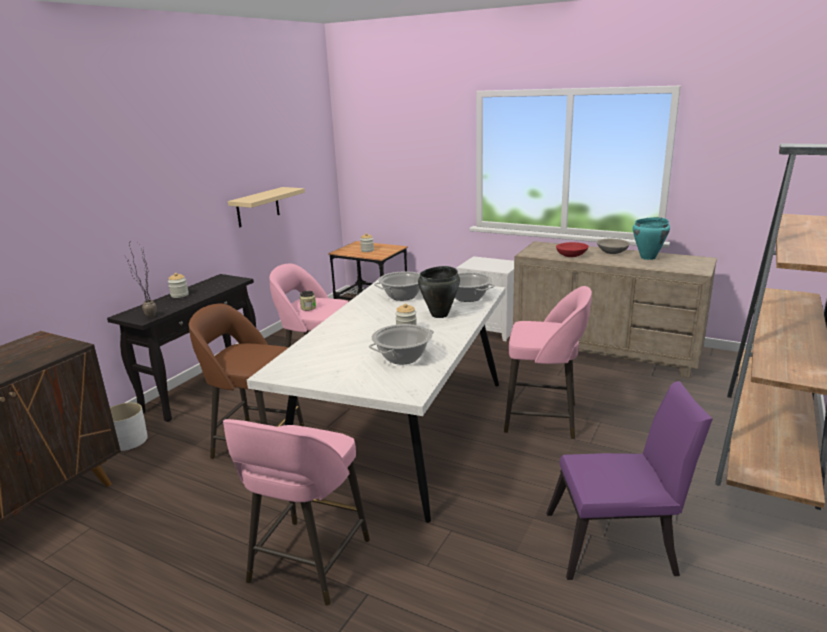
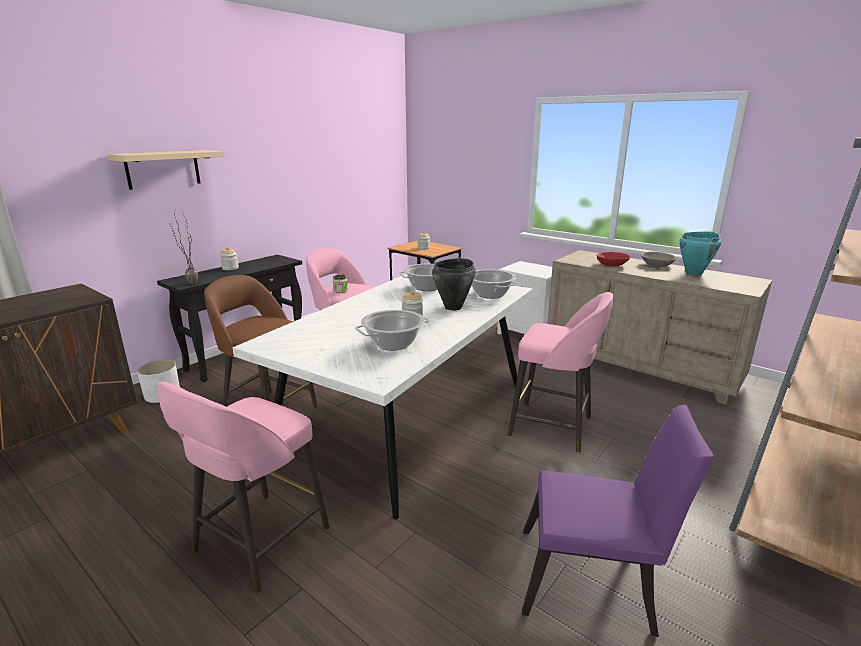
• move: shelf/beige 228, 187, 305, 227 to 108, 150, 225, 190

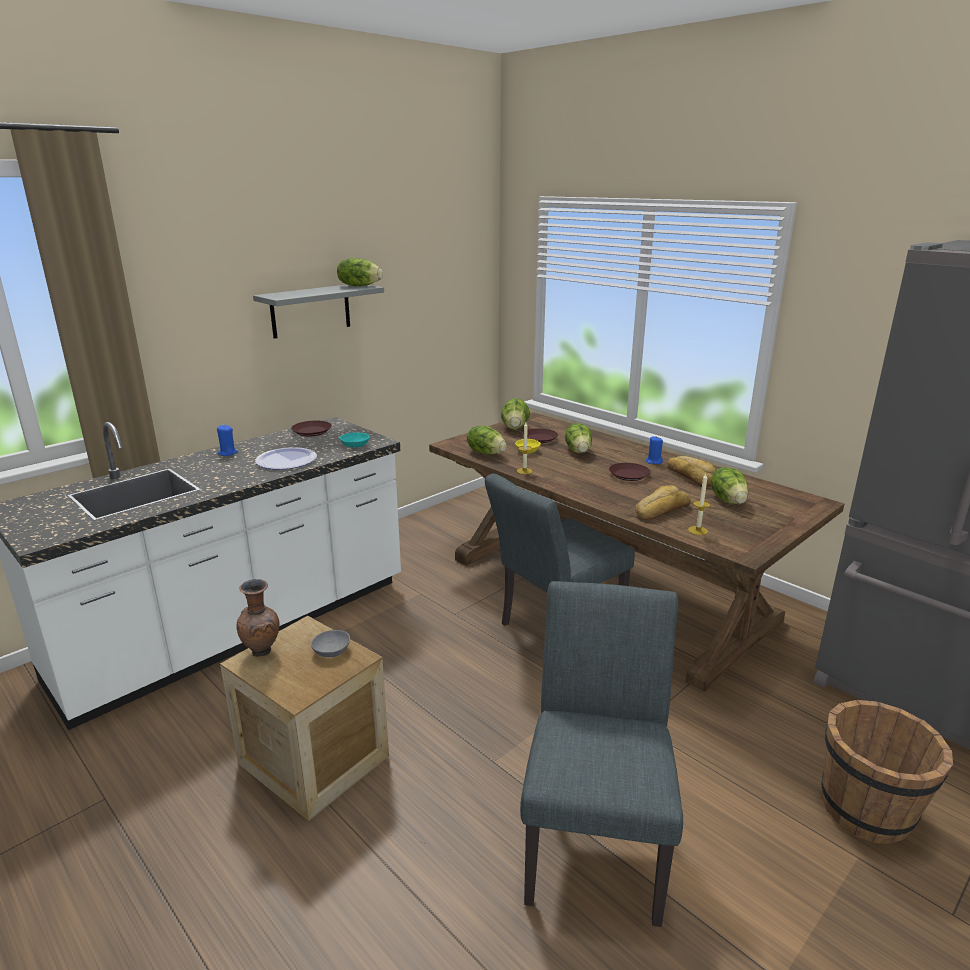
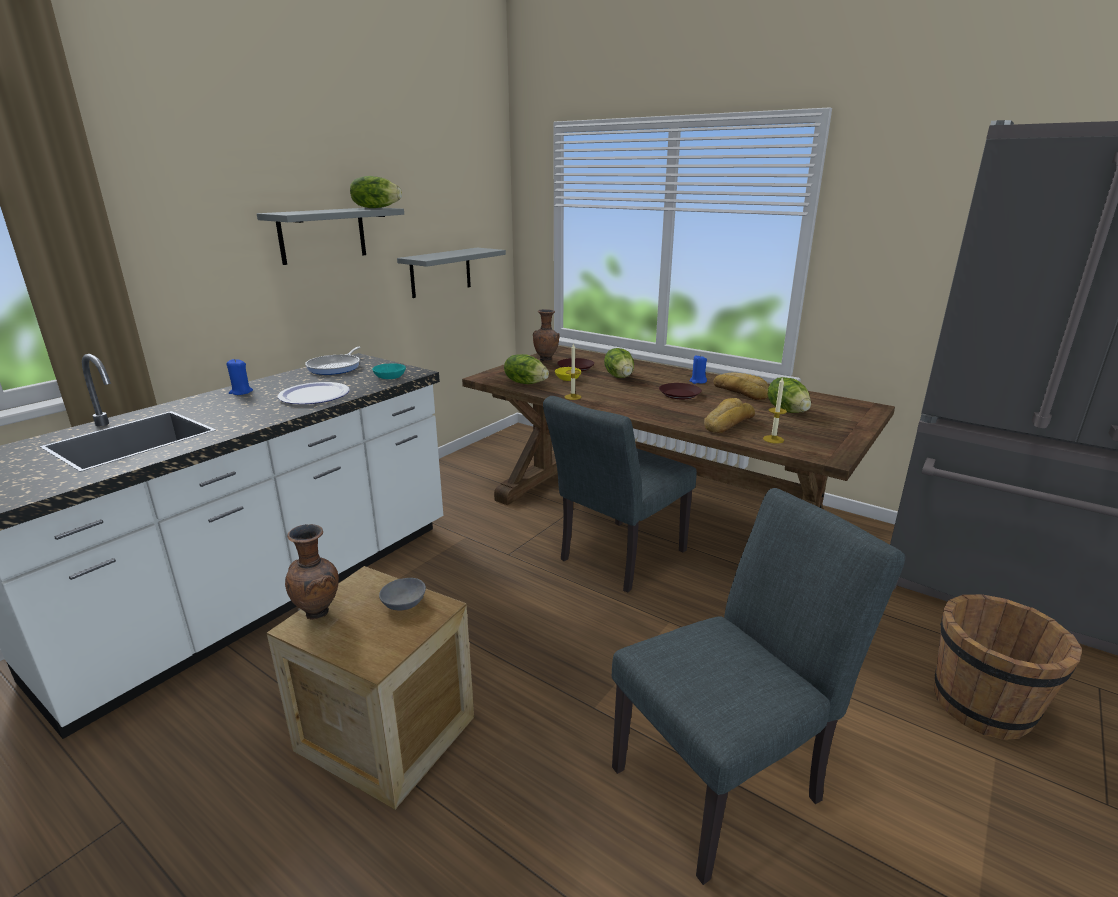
• replace: plate/brown 291, 421, 332, 437 to frying pan 305, 347, 361, 375
• replace: lettuce 501, 398, 530, 430 to vase/brown 533, 309, 560, 362
• rotate: chair/grey 520, 581, 683, 927 = 612, 488, 905, 885 60 degrees clockwise
• insert: shelf/grey 397, 248, 506, 298

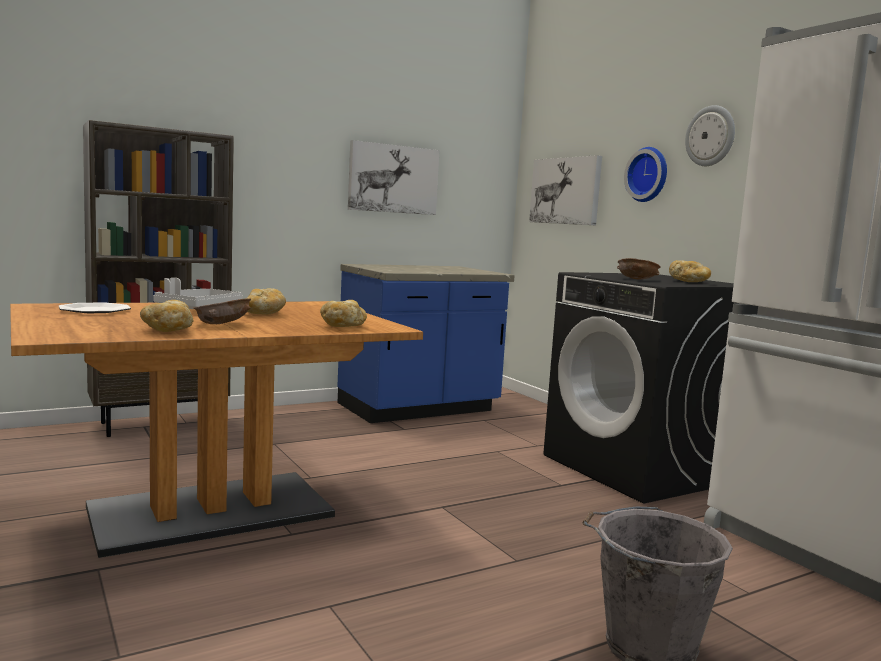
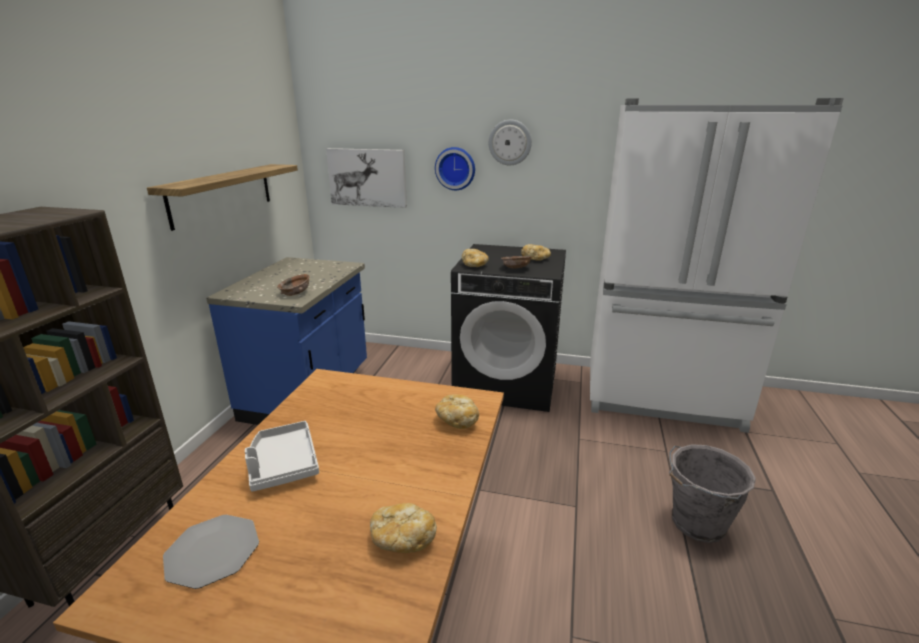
• move: bowl/brown 193, 298, 251, 324 to 277, 274, 310, 296
• move: bread 245, 288, 286, 315 to 462, 249, 489, 267
• replace: picture 348, 140, 440, 215 to shelf 147, 164, 298, 231

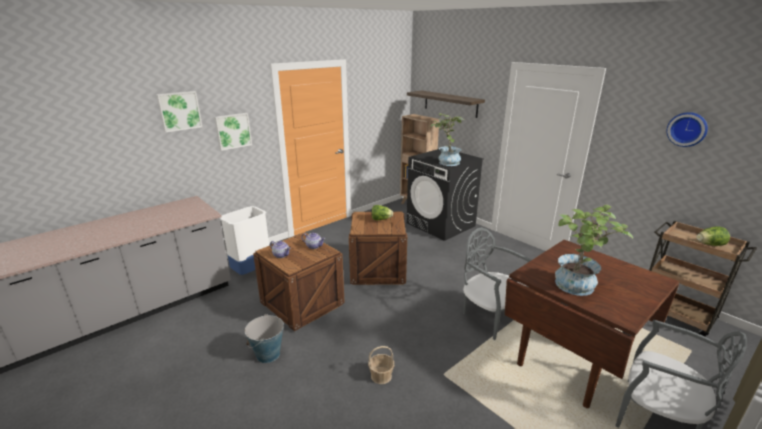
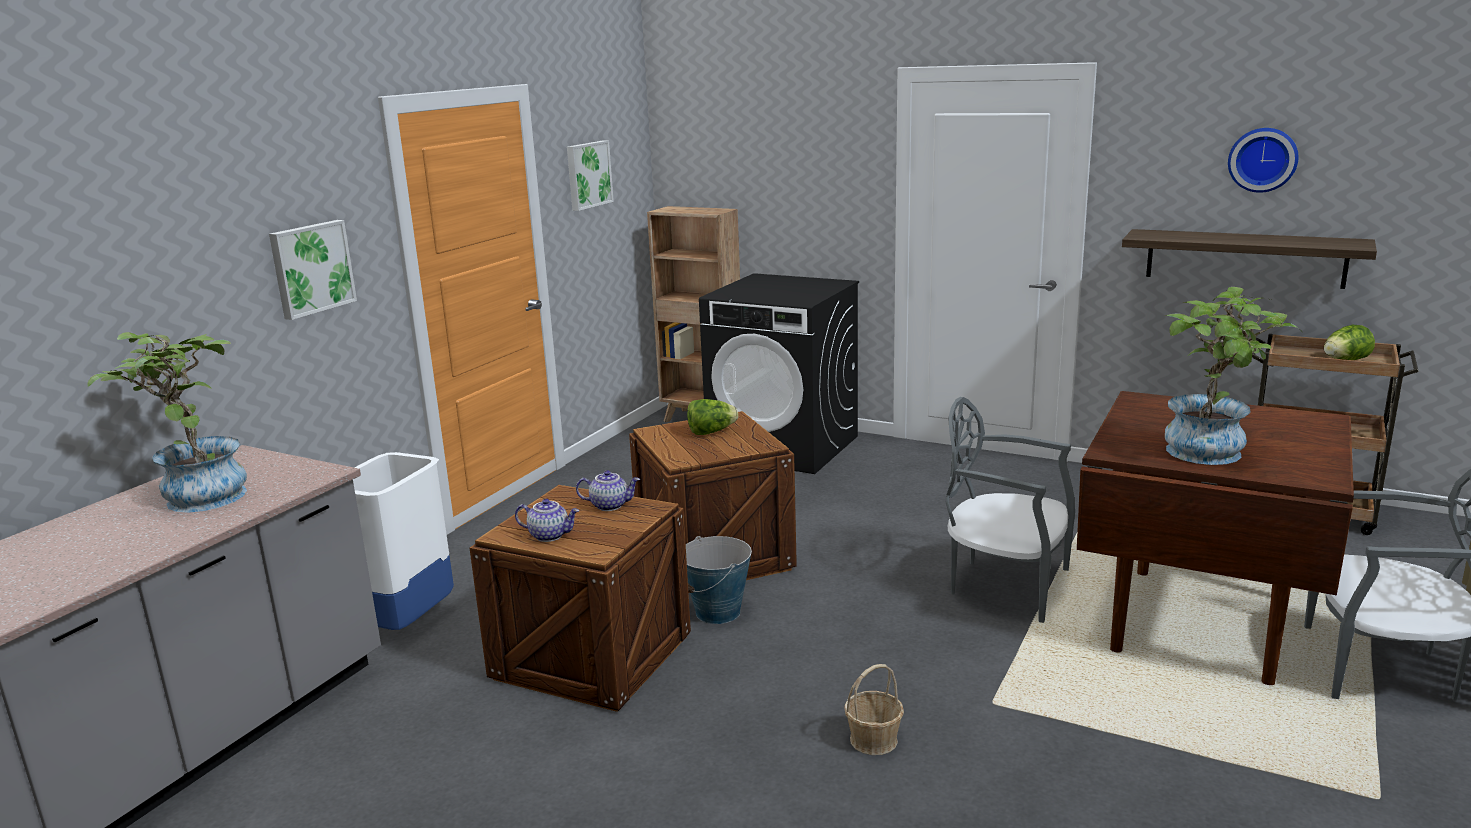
• move: picture 156, 91, 202, 132 to 567, 140, 614, 211
• move: bucket 245, 314, 284, 363 to 686, 536, 752, 624
• move: shelf 407, 91, 485, 118 to 1122, 229, 1377, 289
• move: potted plant 431, 113, 464, 166 to 88, 332, 247, 513

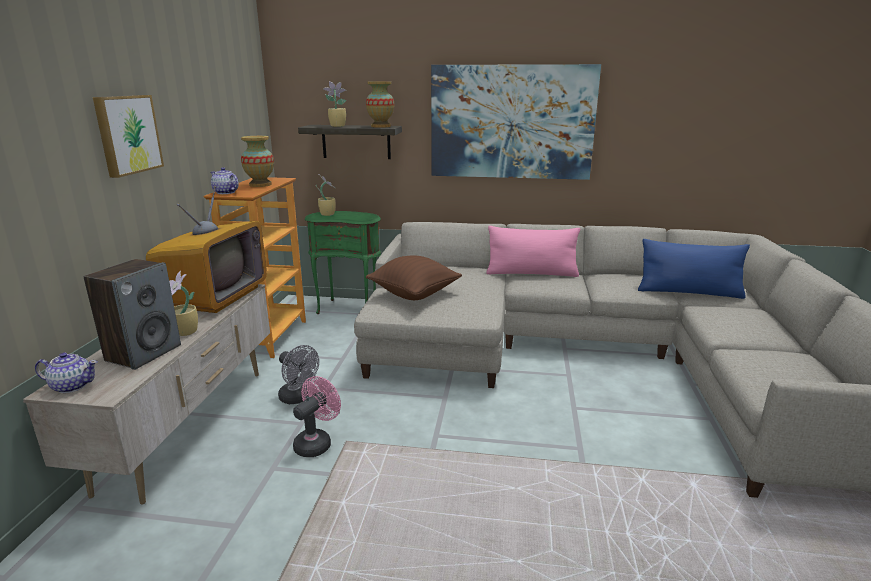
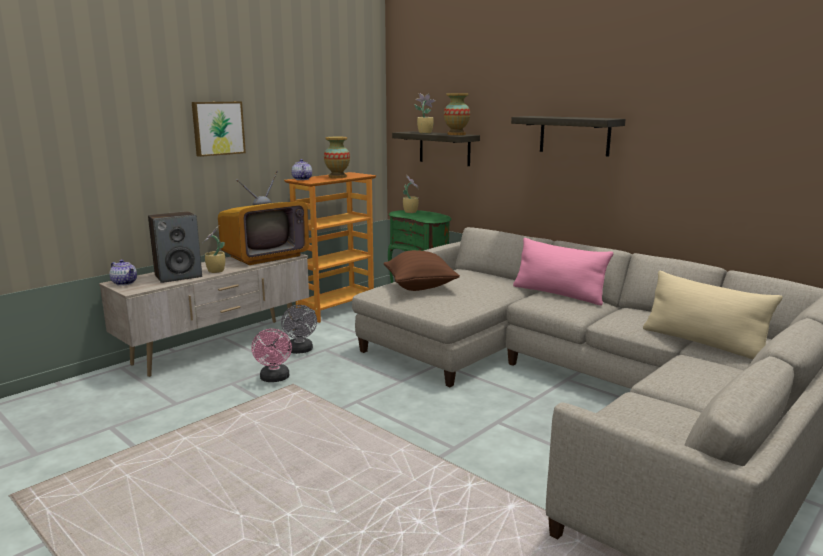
• rotate: fan/pink 293, 376, 341, 457 = 251, 329, 292, 382 105 degrees clockwise
• replace: picture 431, 64, 601, 180 to shelf 511, 116, 626, 157
• recolor: pillow/blue 638, 239, 750, 299 to pillow/beige 643, 270, 783, 359

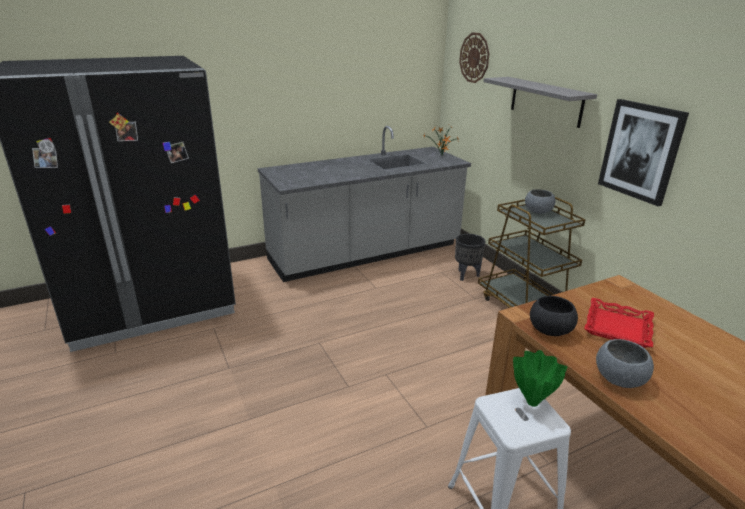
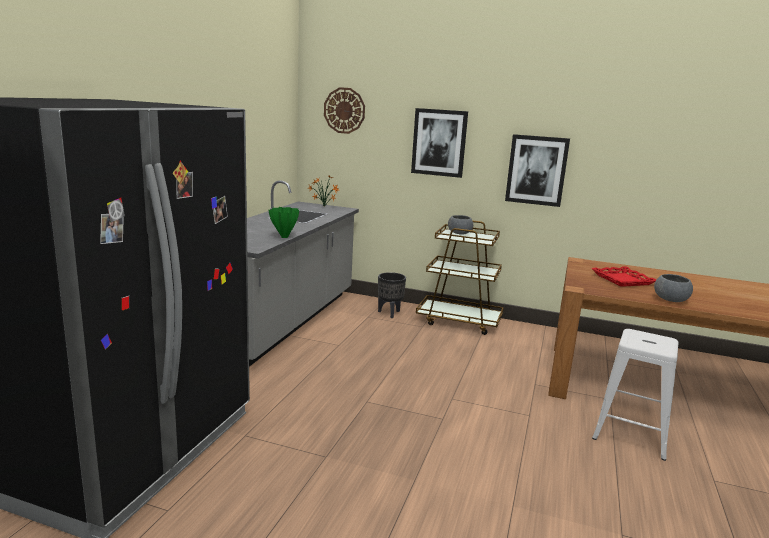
• replace: shelf/grey 484, 77, 597, 128 to picture 411, 108, 468, 178
• move: vase/green 513, 350, 567, 407 to 269, 207, 299, 238
• delete: bowl/black 530, 296, 578, 336

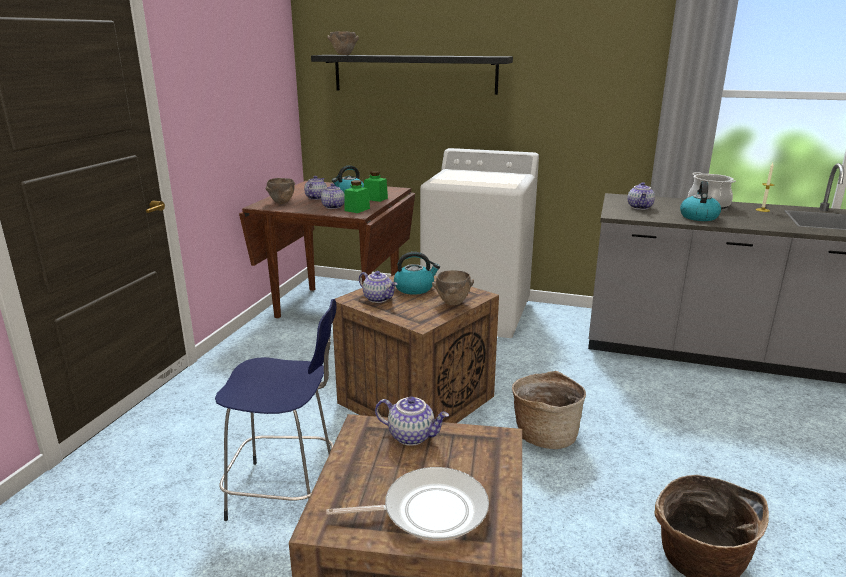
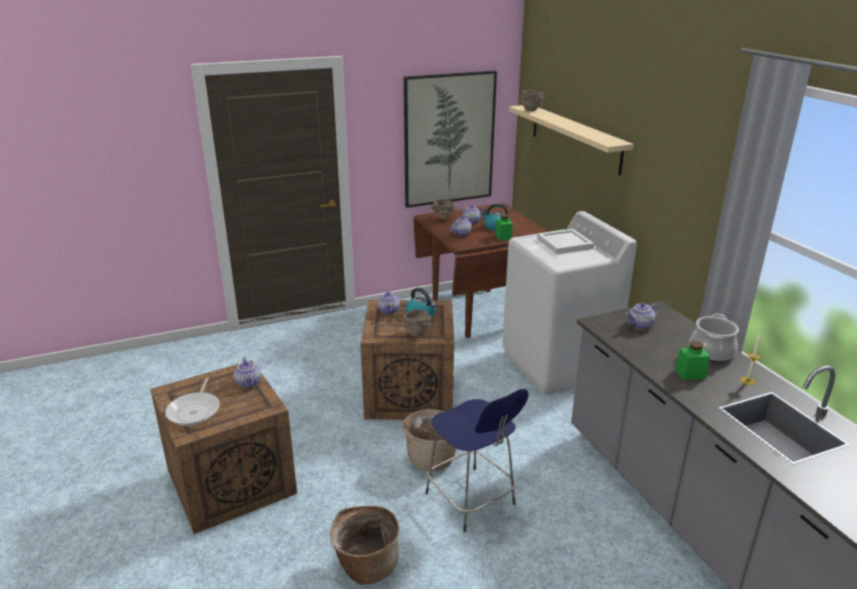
• move: stool/blue 215, 299, 337, 521 to 425, 389, 529, 532
• recolor: shelf/black 311, 55, 513, 95 to shelf/beige 509, 105, 634, 175
• rotate: frying pan 326, 467, 489, 541 = 165, 377, 220, 426 45 degrees clockwise
• move: jar/green 345, 180, 370, 213 to 675, 341, 710, 380
• delete: kettle 680, 181, 721, 221
• insert: picture 404, 71, 497, 208
• insert: tray/white 537, 229, 594, 254

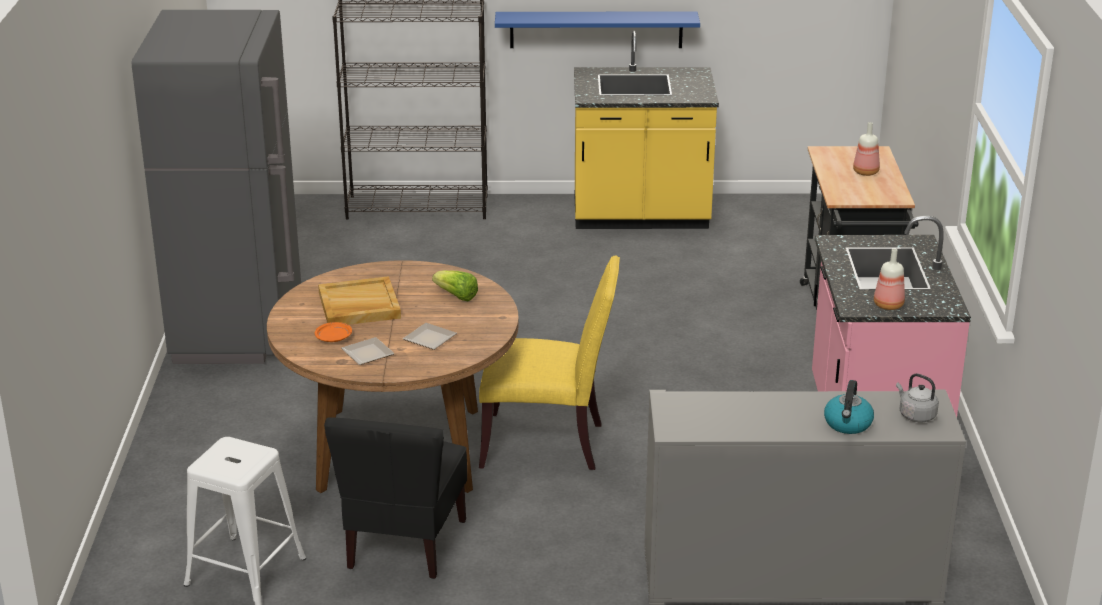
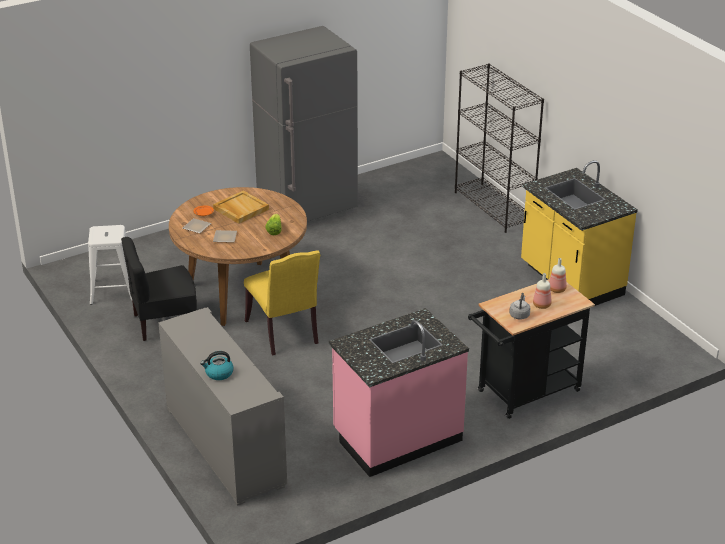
• delete: shelf/blue 495, 12, 700, 48
• move: bottle 874, 249, 905, 310 to 549, 258, 567, 293
• move: kettle/grey 896, 373, 939, 422 to 510, 293, 530, 320

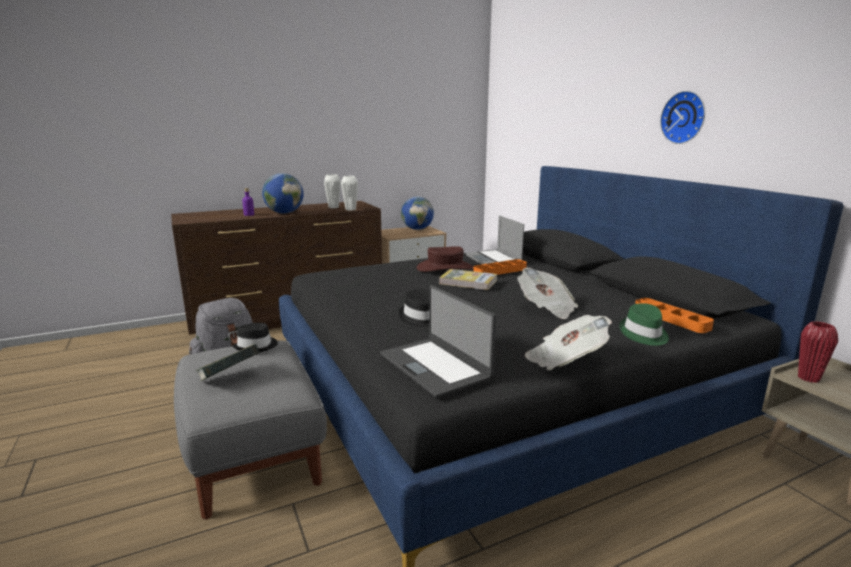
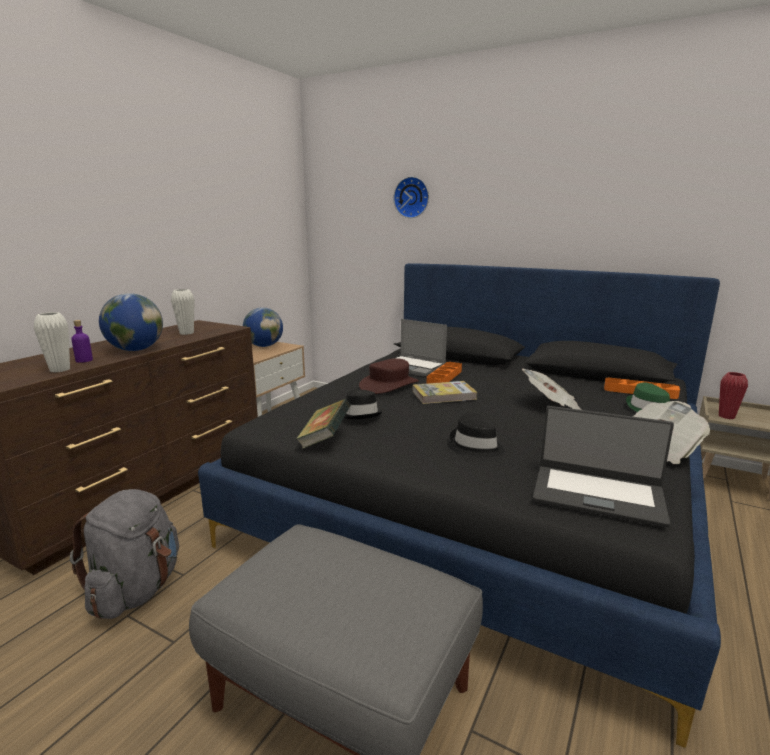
• move: book 196, 344, 260, 382 to 296, 399, 351, 449
• move: hat/black 232, 323, 278, 352 to 344, 390, 383, 419
• move: vase/white 341, 176, 358, 211 to 34, 312, 70, 372
• move: wall clock 660, 91, 705, 144 to 393, 176, 429, 218

